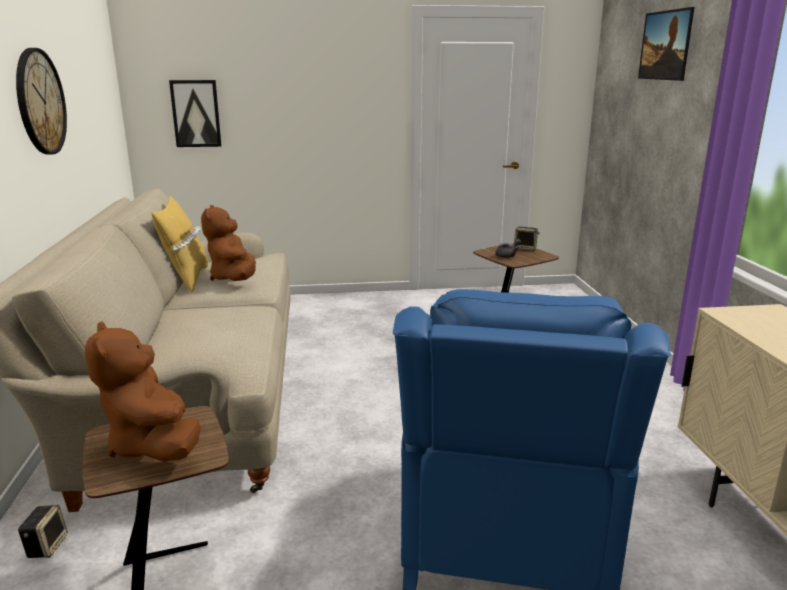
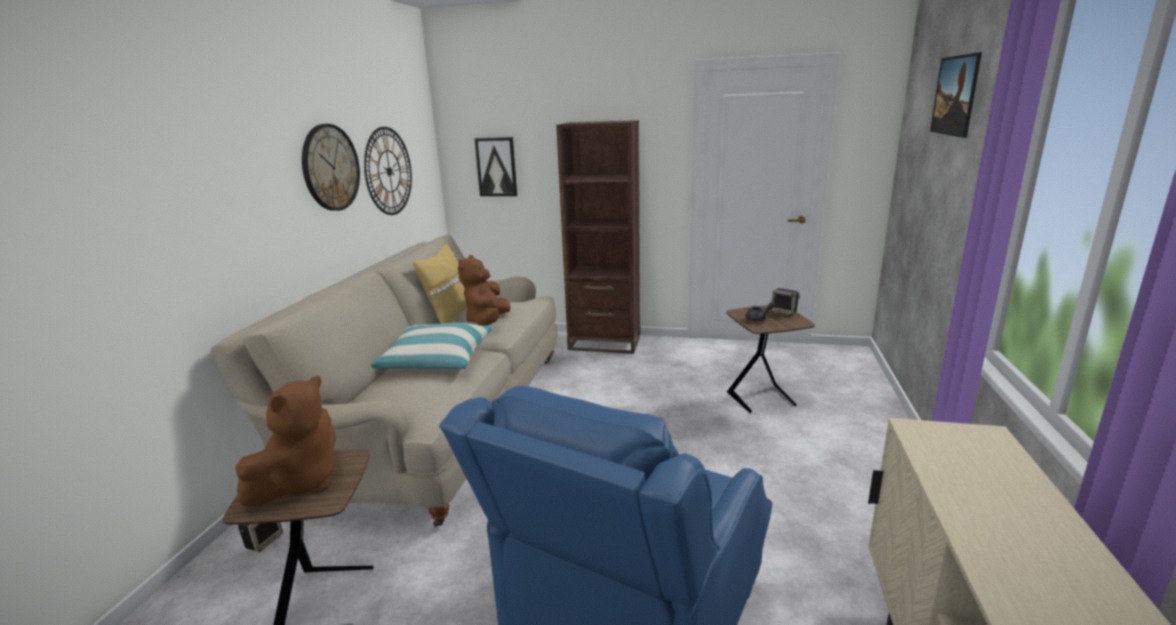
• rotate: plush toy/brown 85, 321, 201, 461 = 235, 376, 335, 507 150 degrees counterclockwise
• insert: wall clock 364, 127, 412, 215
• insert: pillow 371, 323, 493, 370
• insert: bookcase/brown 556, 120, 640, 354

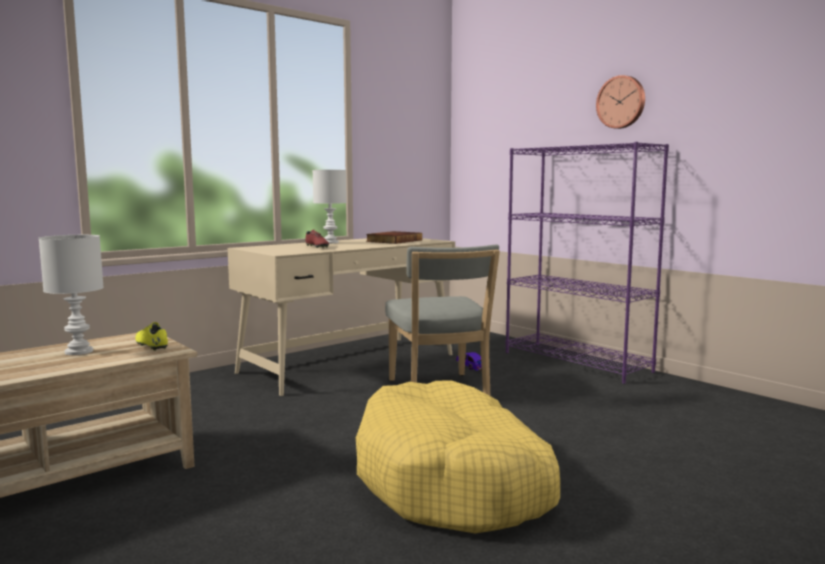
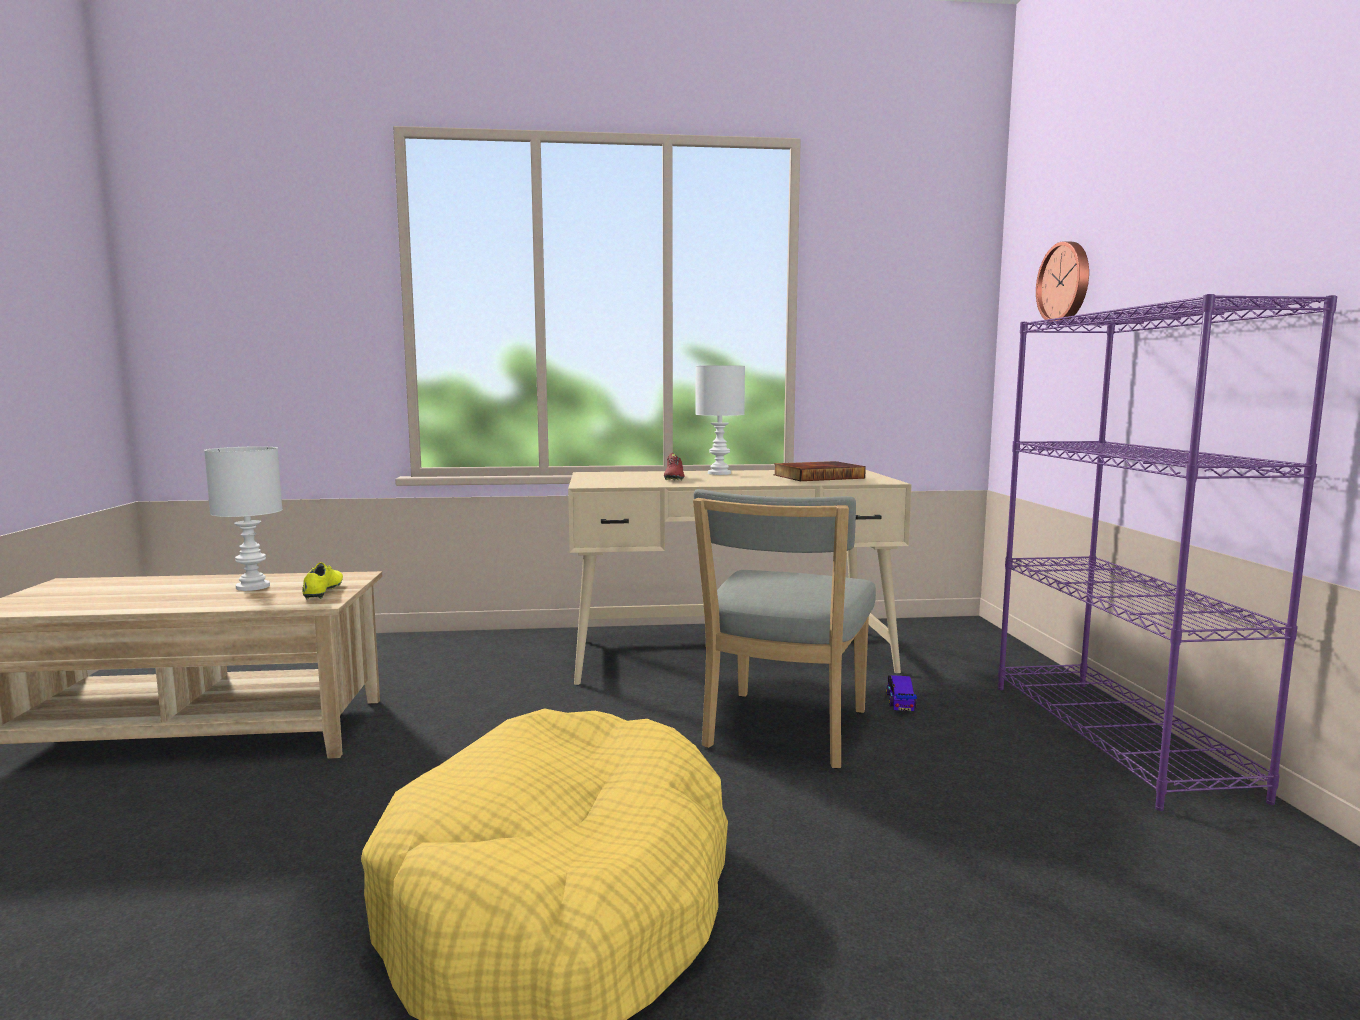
• move: wall clock 596, 75, 645, 129 to 1036, 241, 1089, 321

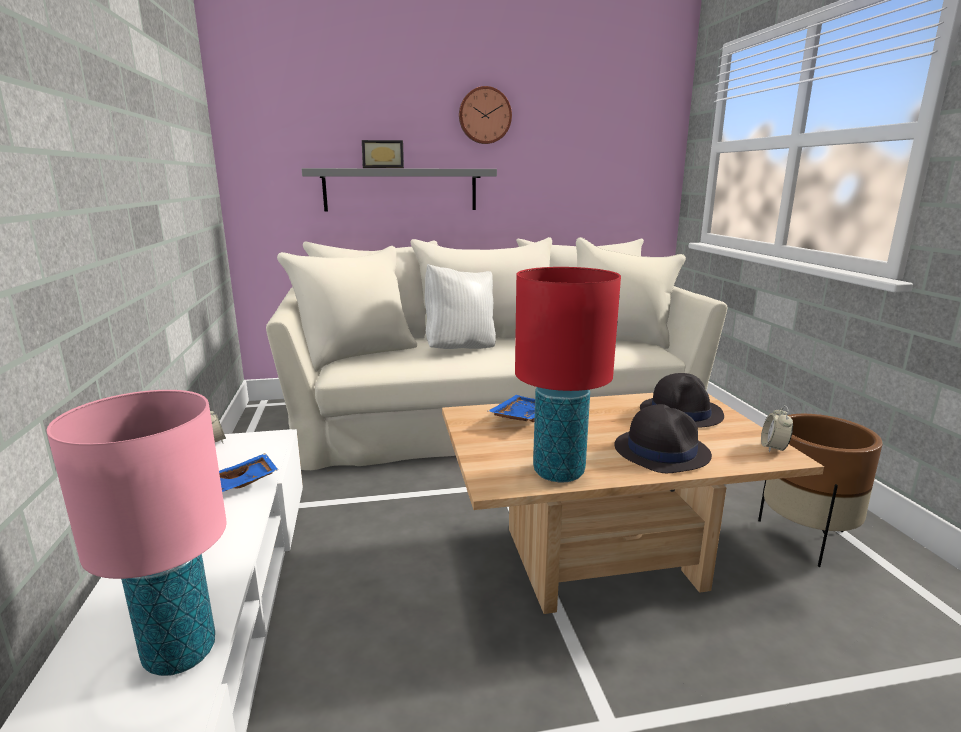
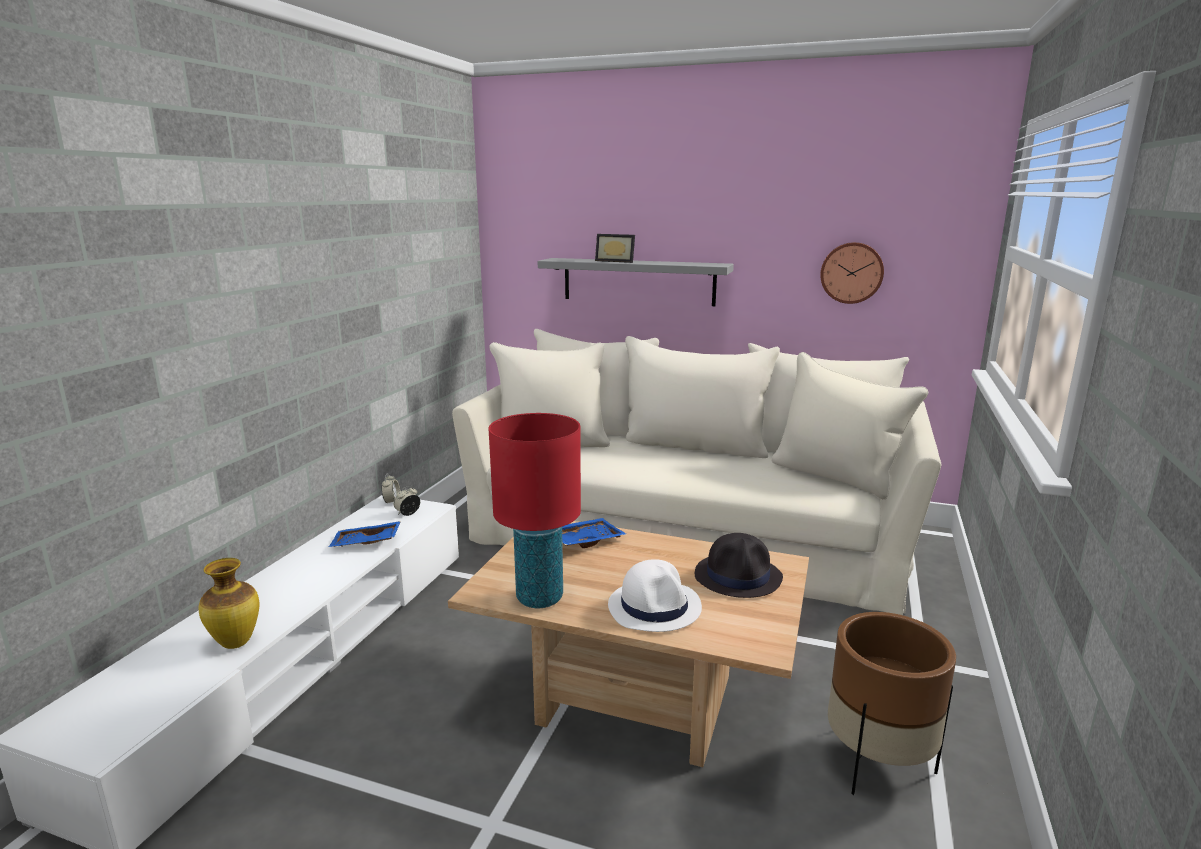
• replace: table lamp/pink 46, 390, 227, 676 to vase 199, 558, 260, 649
• delete: pillow/white 425, 264, 496, 349
• move: wall clock 459, 86, 512, 144 to 820, 242, 884, 304
• recolor: hat/black 615, 404, 712, 473 to hat/white 608, 559, 702, 632
• move: alarm clock 761, 405, 793, 453 to 394, 486, 420, 516

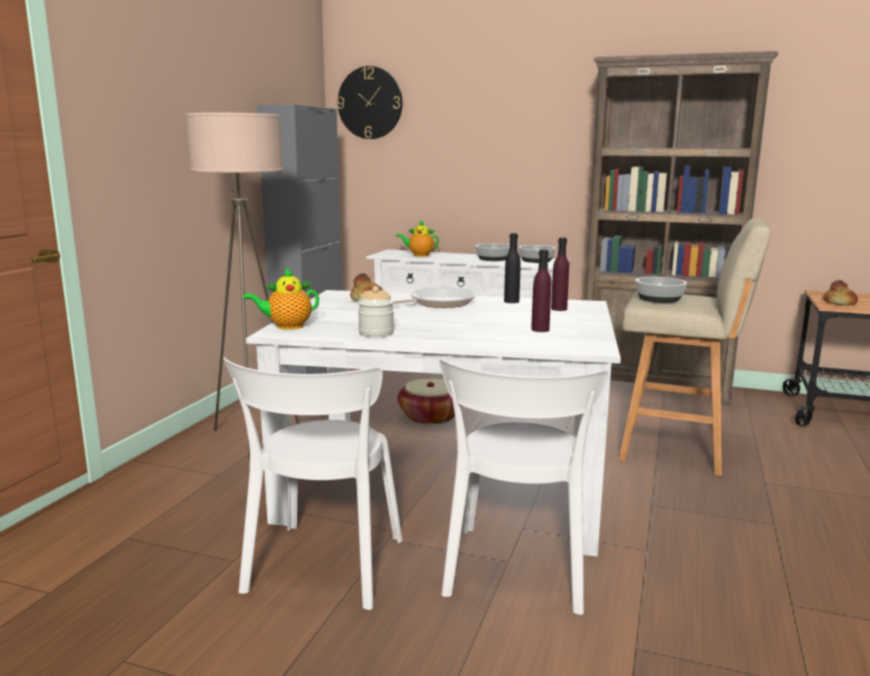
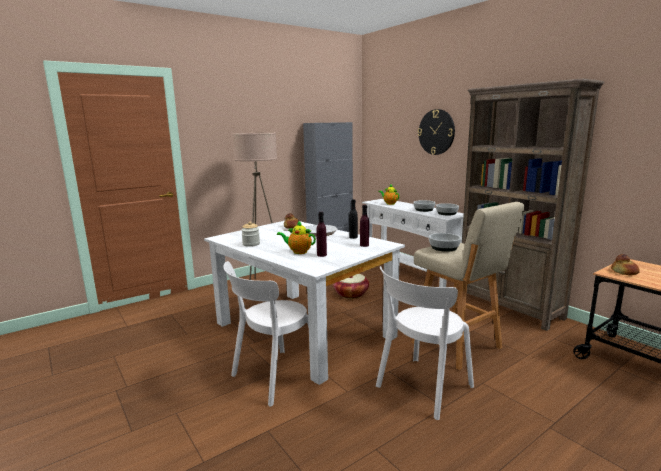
• move: chair/white 223, 357, 403, 610 to 376, 266, 474, 420
• move: teapot 243, 267, 319, 330 to 277, 220, 316, 254
• move: wall clock 337, 66, 403, 139 to 418, 109, 455, 155

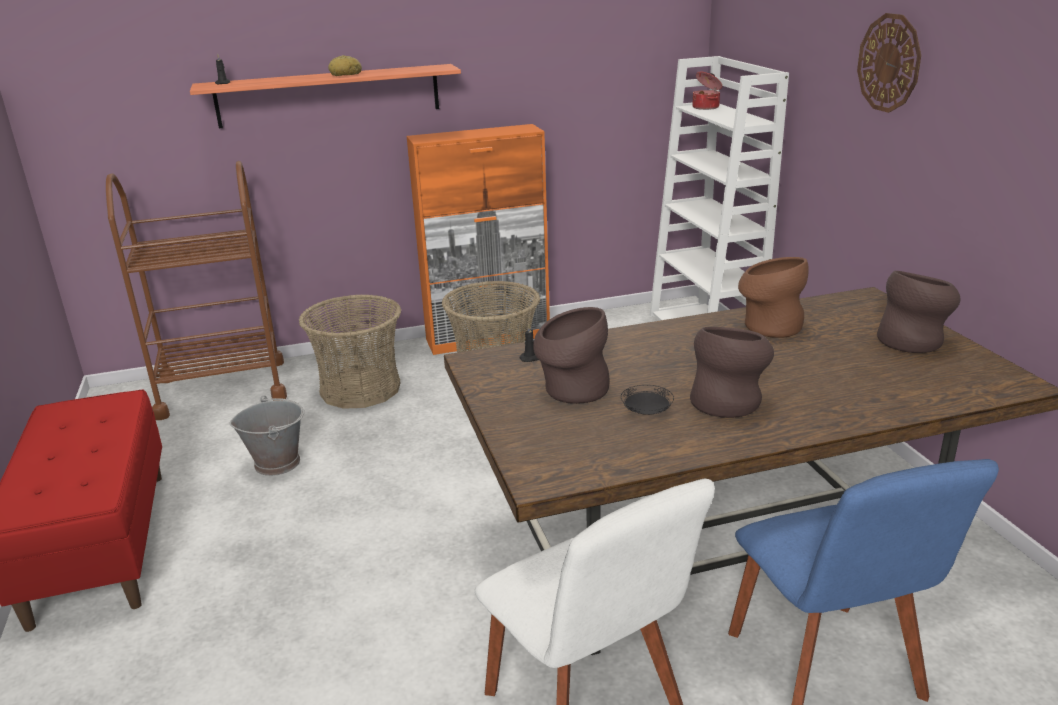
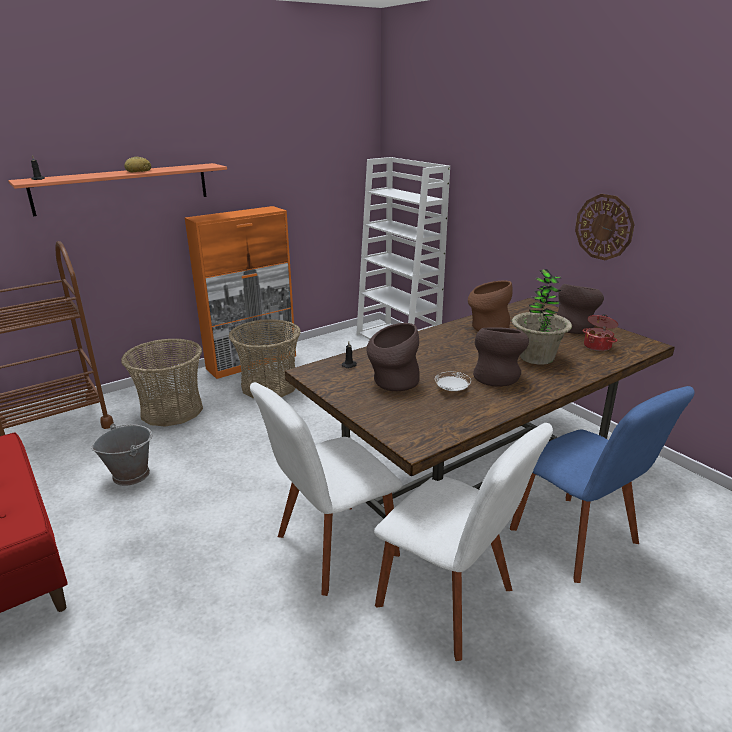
• recolor: plate/black 621, 385, 674, 415 to plate/white 435, 372, 471, 391
• move: cooking pot 692, 72, 722, 110 to 582, 314, 618, 351
• move: wall clock 857, 13, 921, 113 to 575, 194, 635, 260
• insert: chair/white 250, 382, 402, 596
• insert: potted plant 512, 269, 572, 365

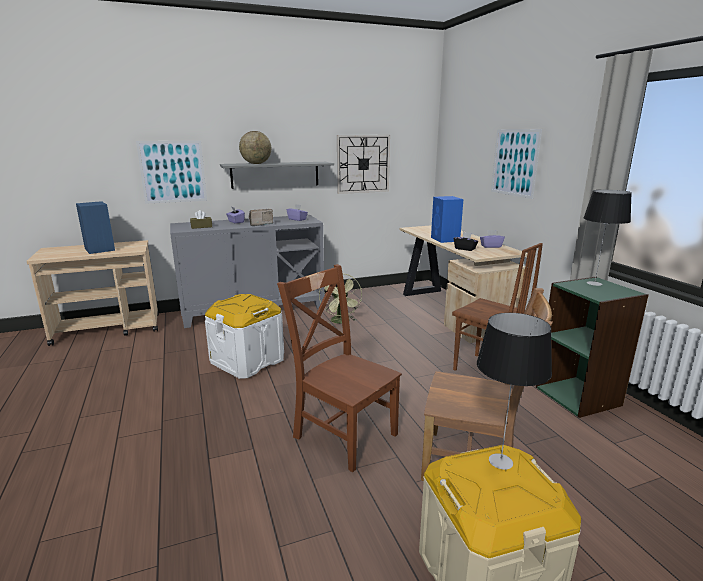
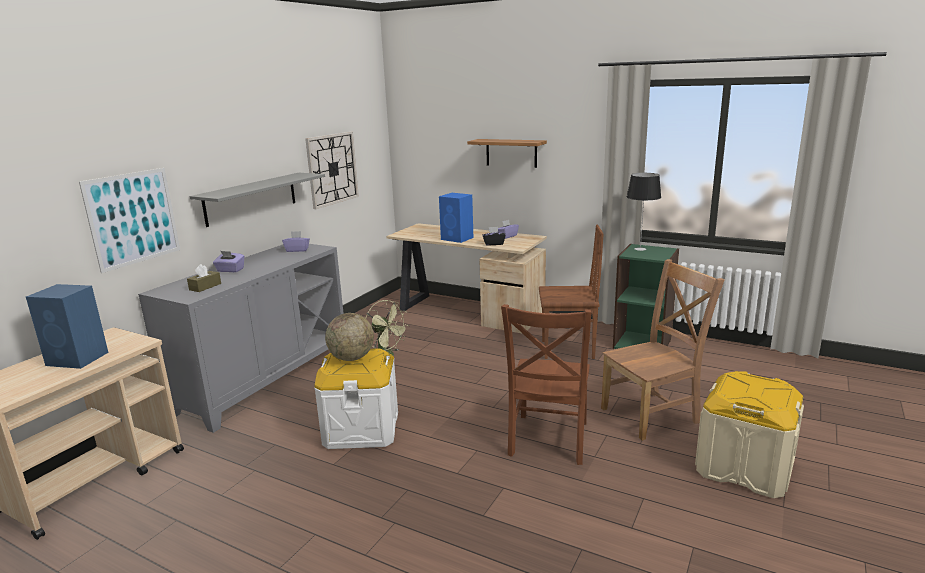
• move: globe 239, 131, 271, 164 to 325, 313, 374, 361
• delete: radio 249, 209, 274, 226
• rotate: chair/brown 277, 264, 402, 472 = 501, 304, 592, 465 75 degrees counterclockwise
• delete: table lamp 477, 313, 552, 470
• replace: picture 491, 129, 542, 199 to shelf 467, 139, 547, 168

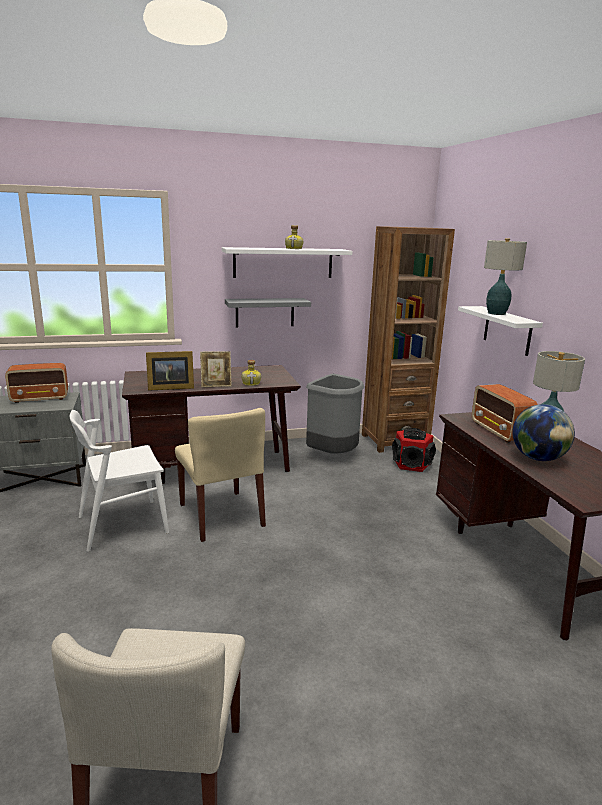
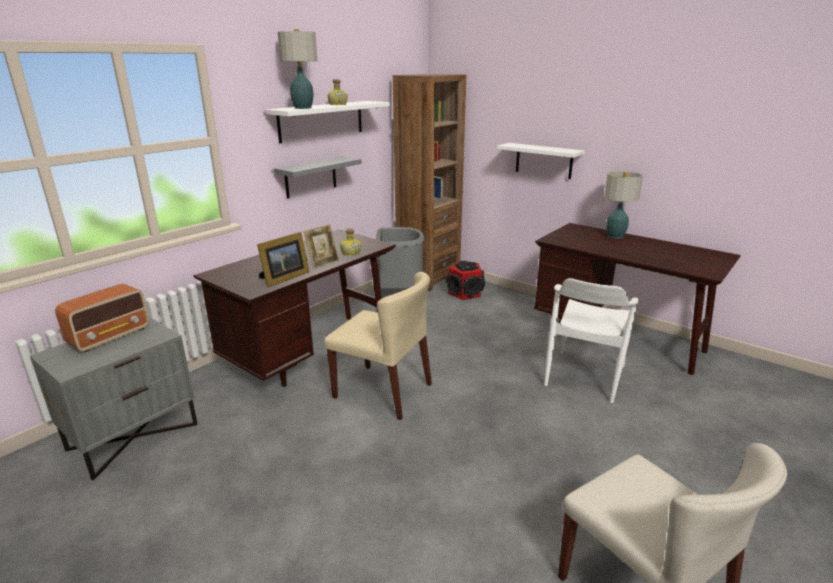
• move: chair/white 70, 410, 169, 552 to 544, 278, 639, 403
• delete: radio 472, 384, 538, 443
• move: table lamp 484, 238, 527, 315 to 278, 29, 317, 109
• delete: globe 512, 404, 575, 461

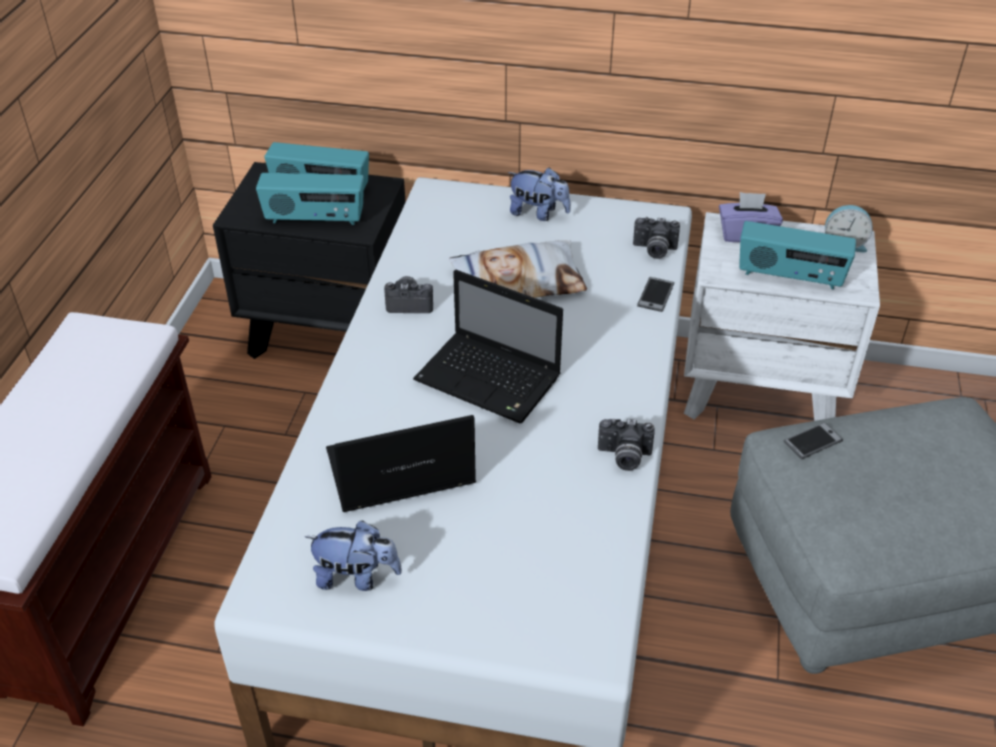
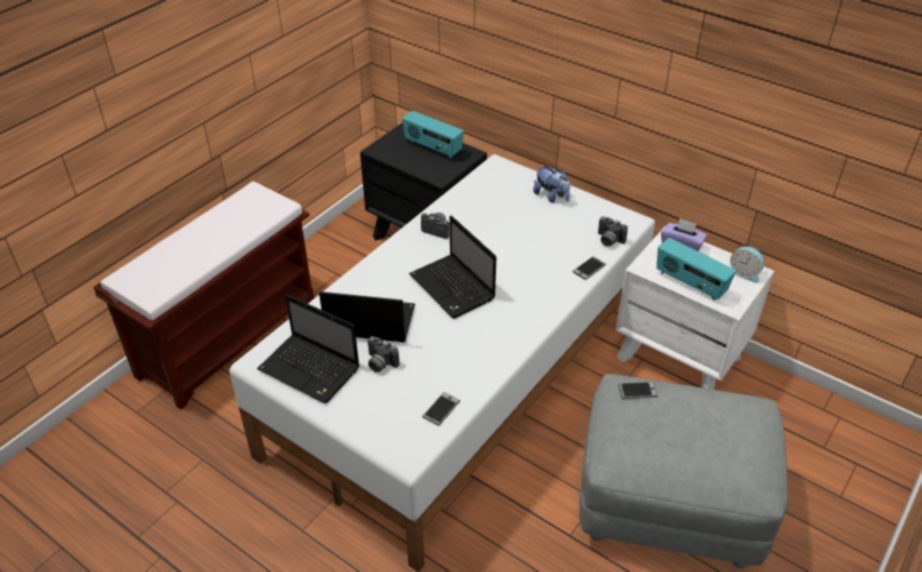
• delete: radio 256, 173, 364, 225
• replace: plush toy 305, 520, 402, 591 to laptop 257, 294, 360, 403
• delete: pillow 448, 240, 587, 298
• move: photo camera 598, 419, 655, 471 to 367, 336, 400, 372
• insert: phone 422, 392, 460, 426

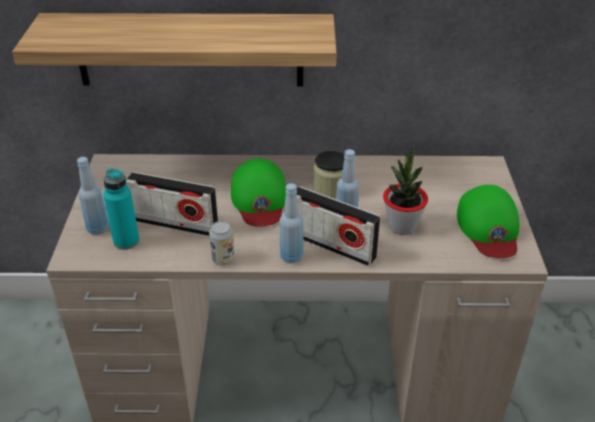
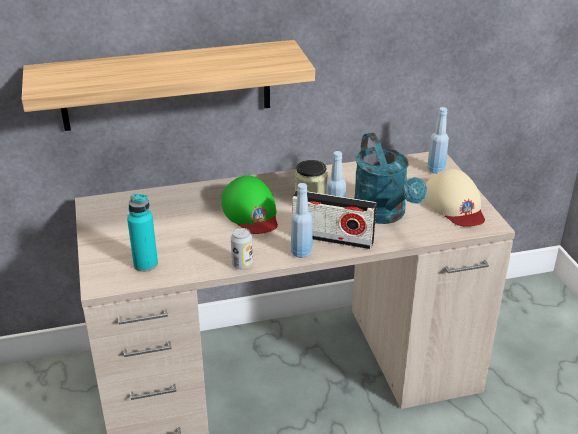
• move: bottle/blue 77, 157, 109, 235 to 427, 107, 449, 174
• delete: radio 126, 172, 218, 236
• replace: potted plant 383, 146, 428, 235 to watering can/turquoise 354, 133, 427, 224
• recolor: cap/green 457, 185, 519, 258 to cap/beige 425, 169, 485, 227

